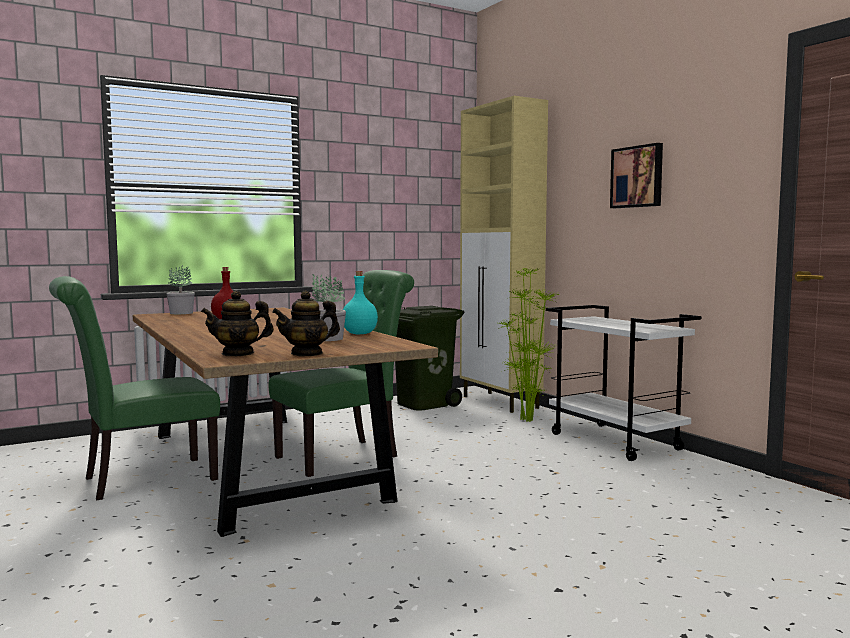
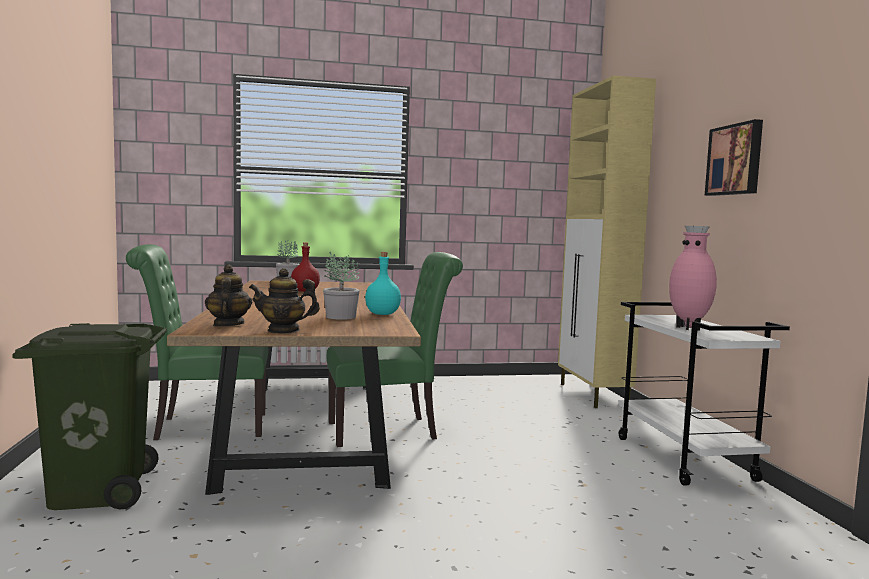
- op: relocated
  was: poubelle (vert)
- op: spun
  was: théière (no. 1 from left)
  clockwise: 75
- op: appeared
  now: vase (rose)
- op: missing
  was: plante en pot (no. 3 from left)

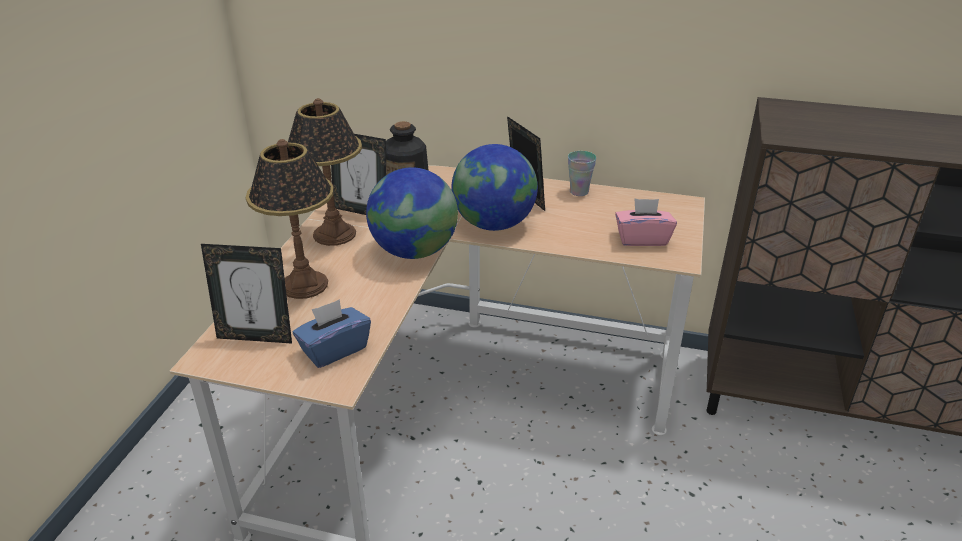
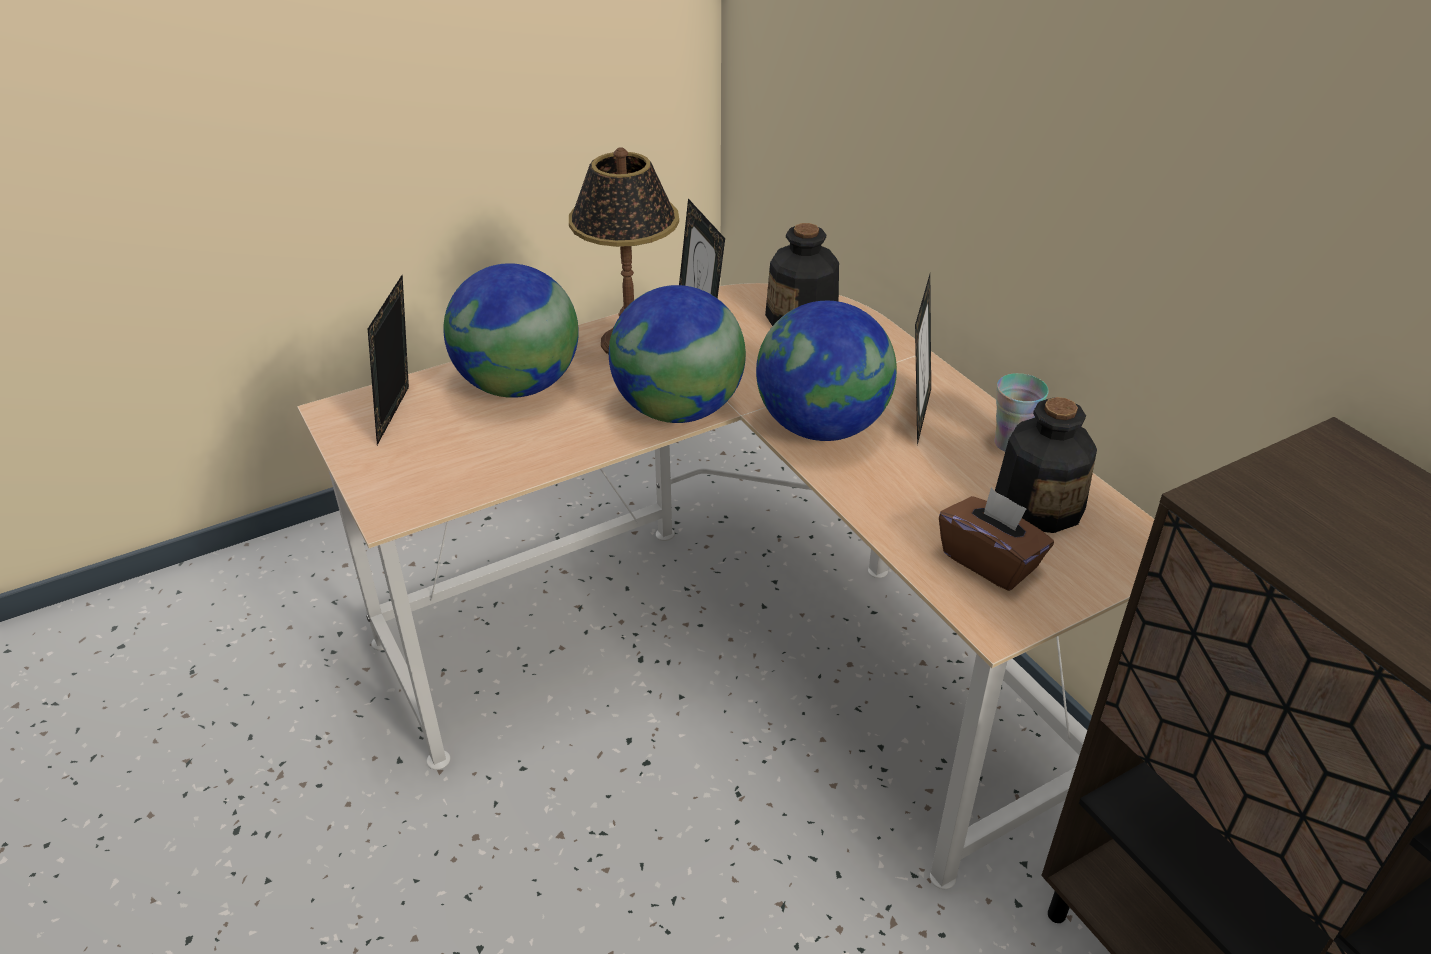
- op: spun
  was: cadre photo (no. 1 from left)
  clockwise: 45
- op: exchanged
  was: lampe de table (no. 1 from left)
  now: globe (no. 1 from left)
- op: colour
  was: boîte à mouchoirs (rose)
  now: boîte à mouchoirs (marron)
- op: appeared
  now: bouteille (no. 2 from left)
- op: missing
  was: boîte à mouchoirs (bleu)

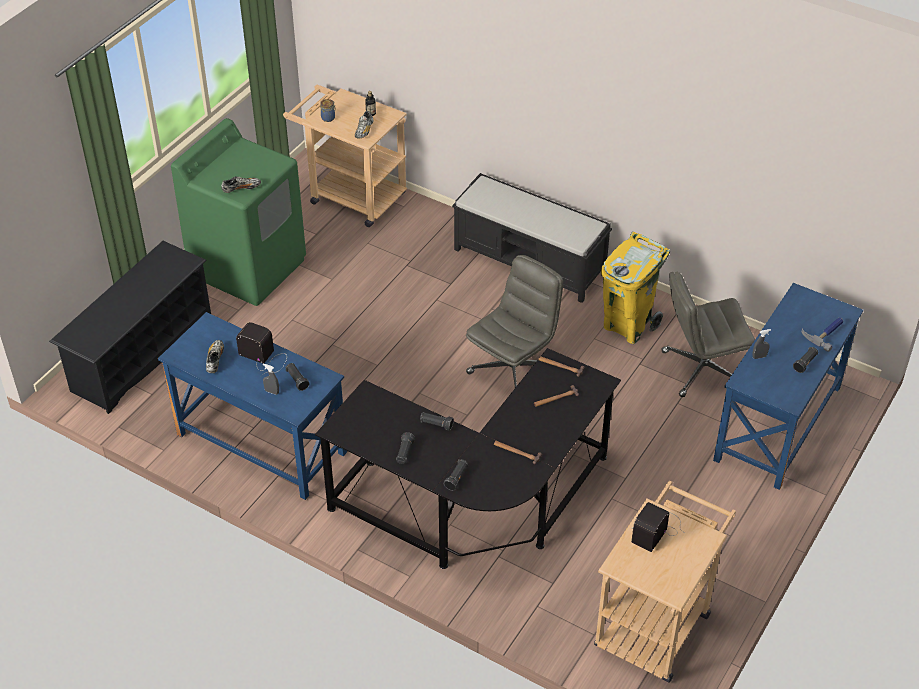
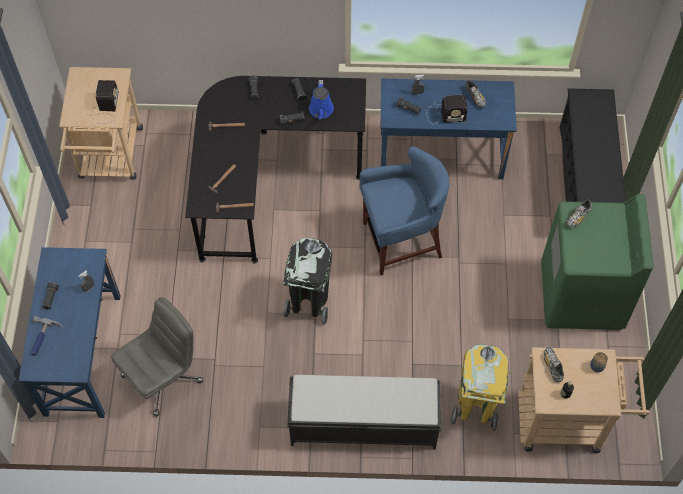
- op: exchanged
  was: chaise de bureau (gris) (no. 1 from left)
  now: poubelle (noir)
- op: appeared
  now: arrosoir (bleu)
- op: appeared
  now: tabouret (bleu)
- op: relocated
  was: poubelle (jaune)

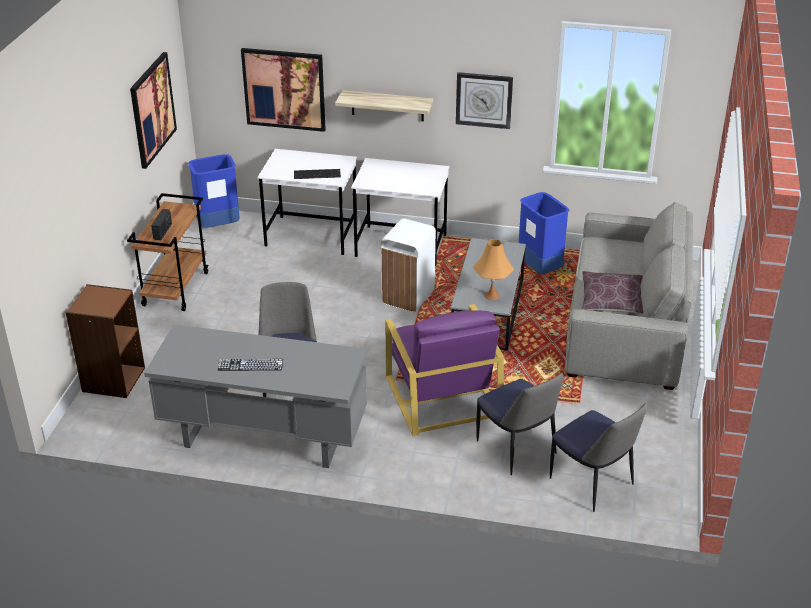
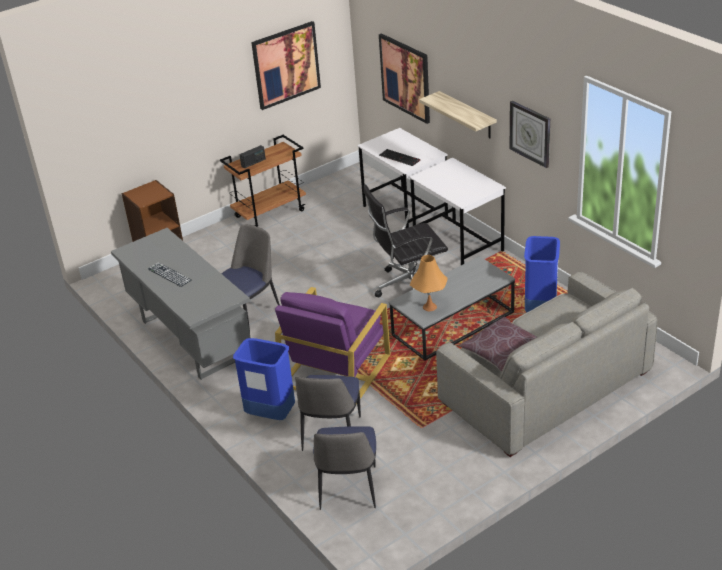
- op: relocated
  was: poubelle (bleu) (no. 1 from left)
- op: exchanged
  was: poubelle (blanc)
  now: chaise de bureau (noir)

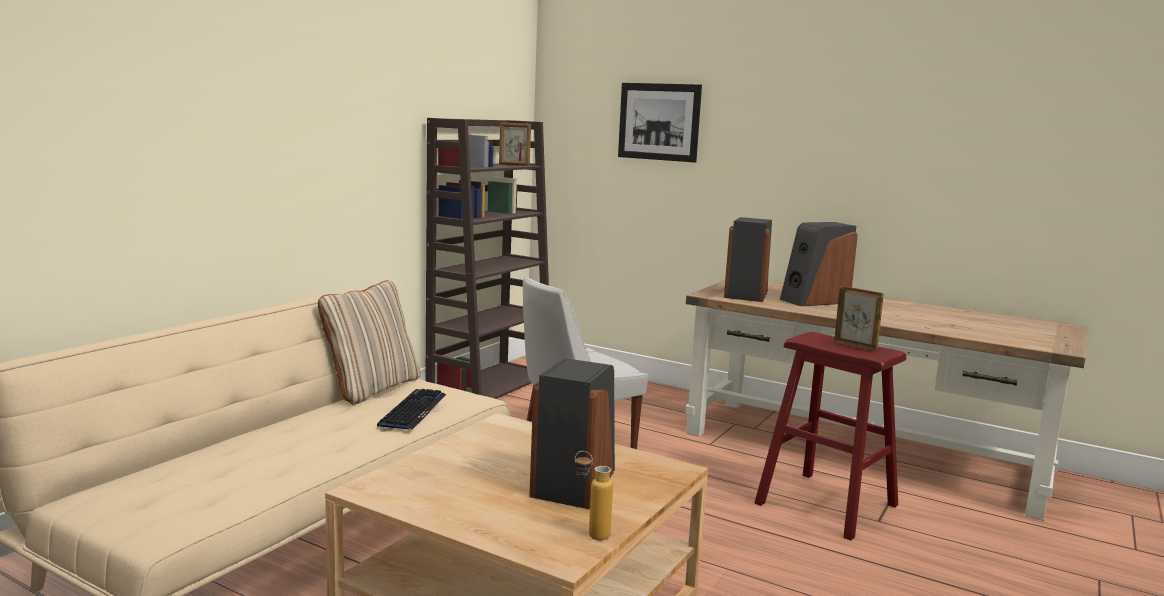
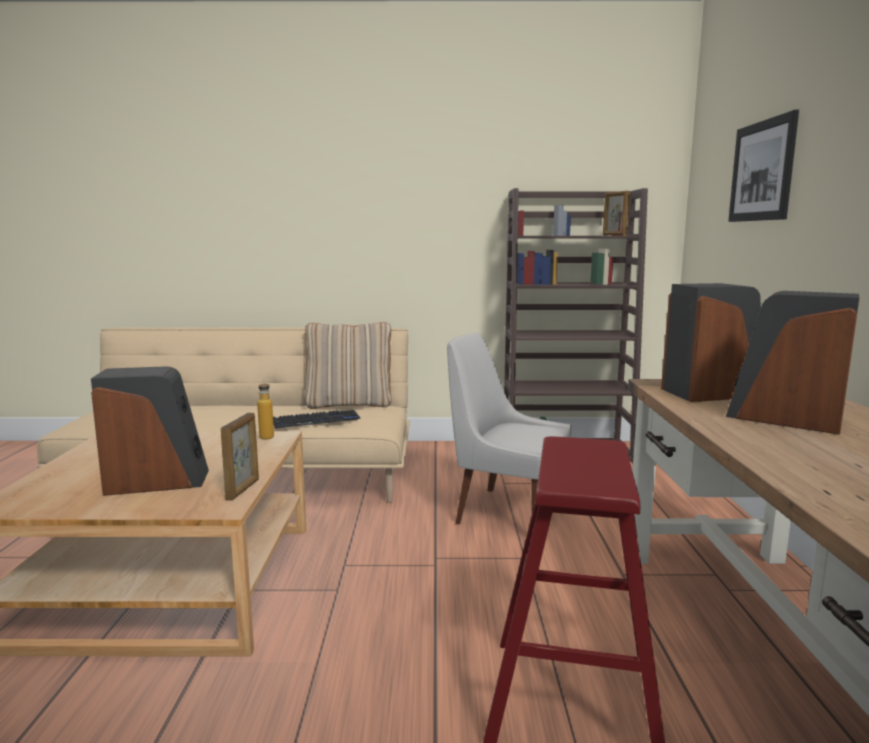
- op: relocated
  was: cadre photo (no. 2 from left in the first image)
  now: cadre photo (no. 1 from left)
- op: relocated
  was: bouteille

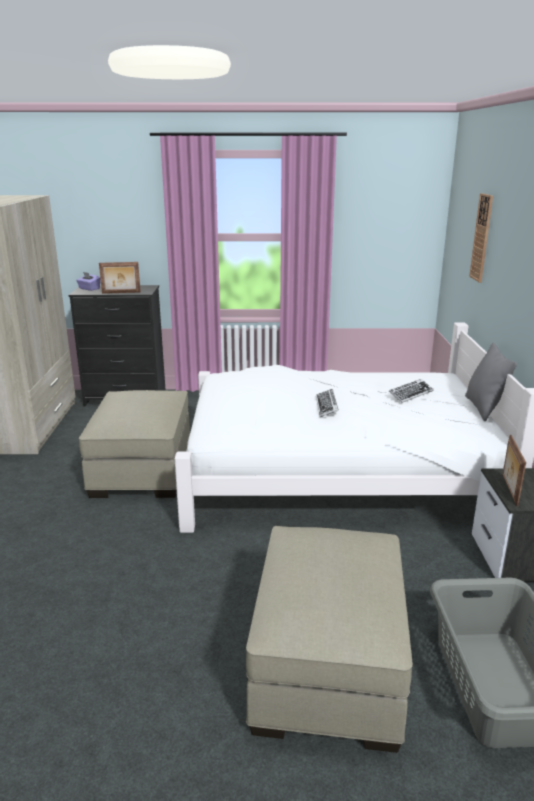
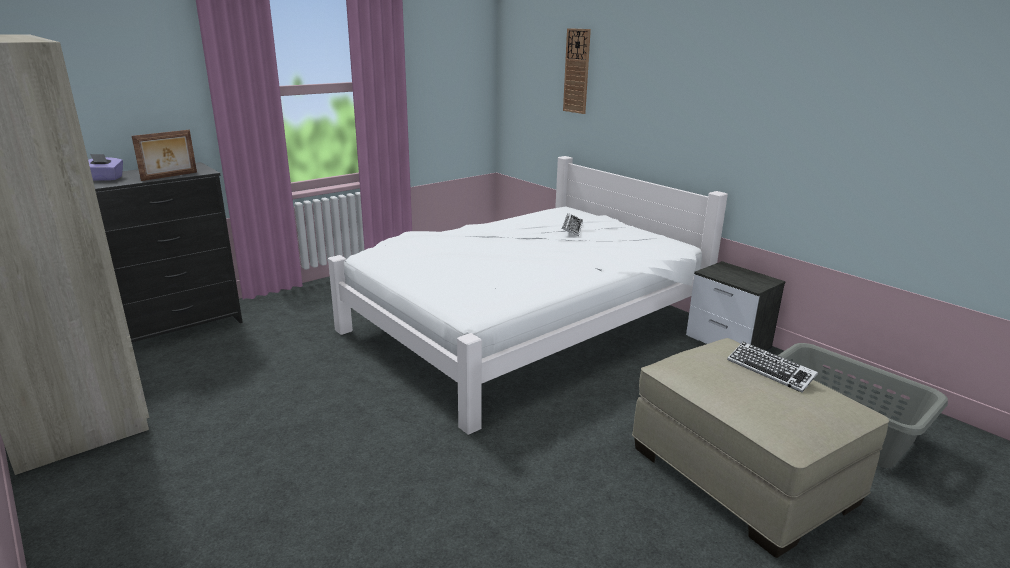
- op: relocated
  was: clavier (no. 1 from left in the first image)
  now: clavier (no. 2 from left)
- op: missing
  was: pouf (beige) (no. 1 from left)
- op: missing
  was: coussin (gris)
- op: missing
  was: cadre photo (no. 2 from left)

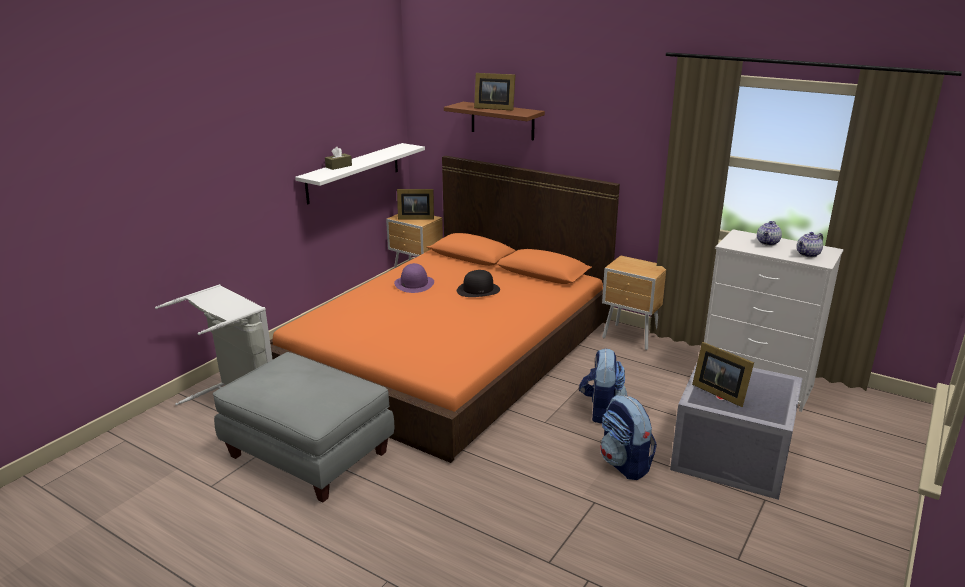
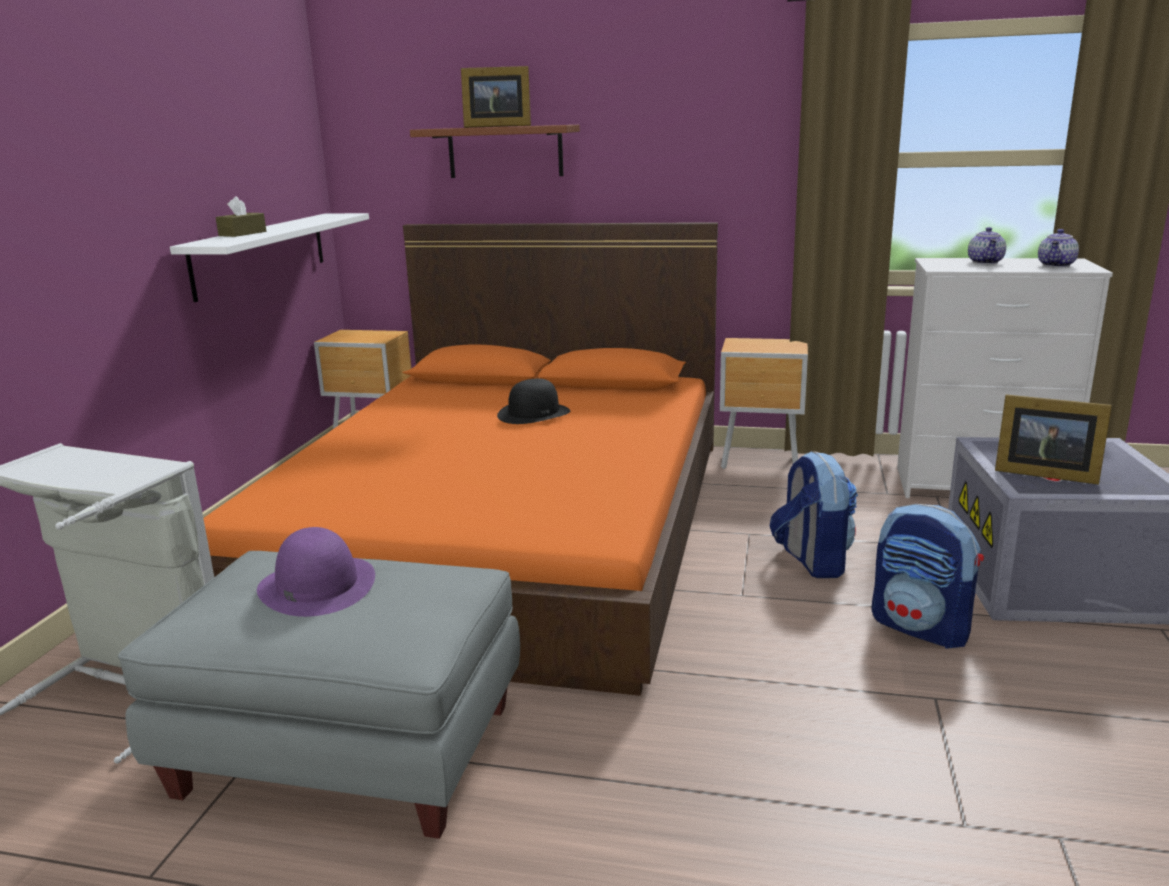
- op: relocated
  was: chapeau (violet)
- op: missing
  was: cadre photo (no. 1 from left)

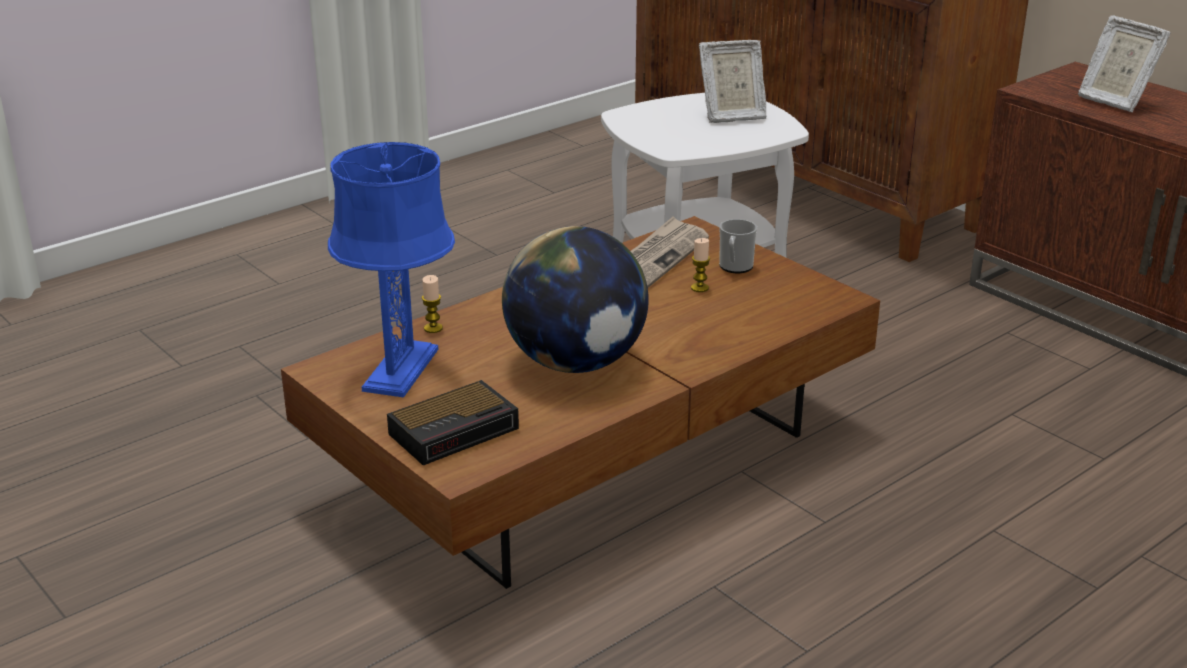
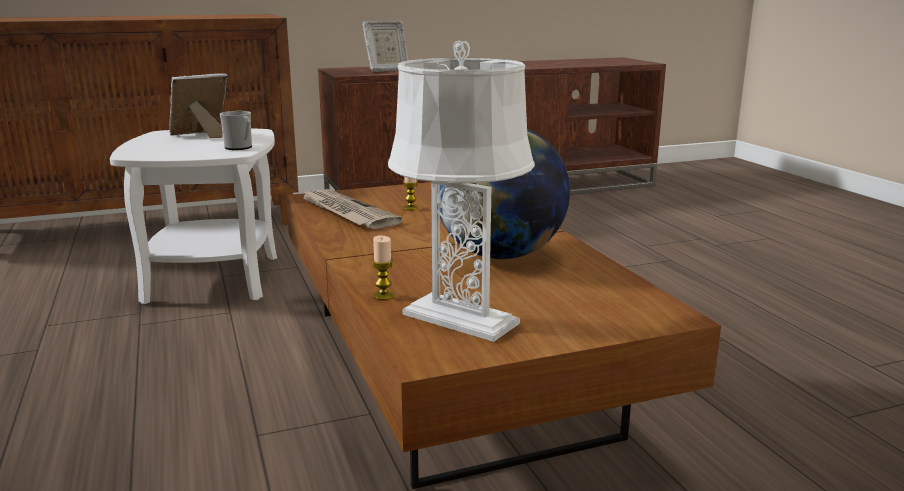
- op: spun
  was: cadre photo (no. 1 from left)
  clockwise: -135
- op: relocated
  was: mug
- op: colour
  was: lampe de table (bleu)
  now: lampe de table (blanc)
- op: missing
  was: réveil

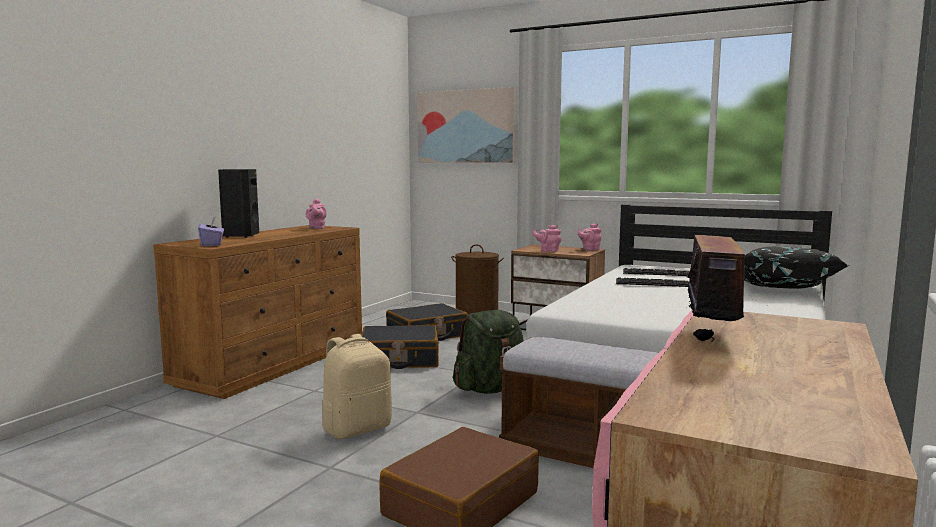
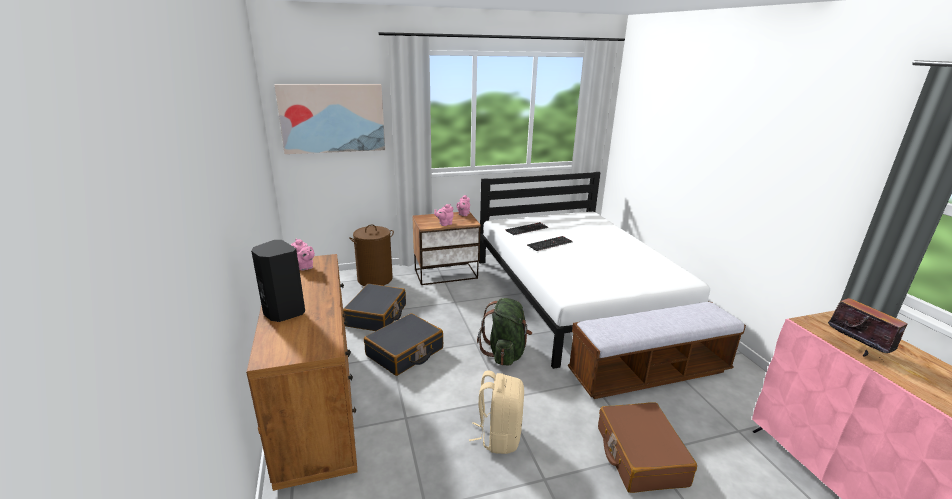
- op: missing
  was: boîte à mouchoirs (violet)
- op: missing
  was: coussin (noir)

